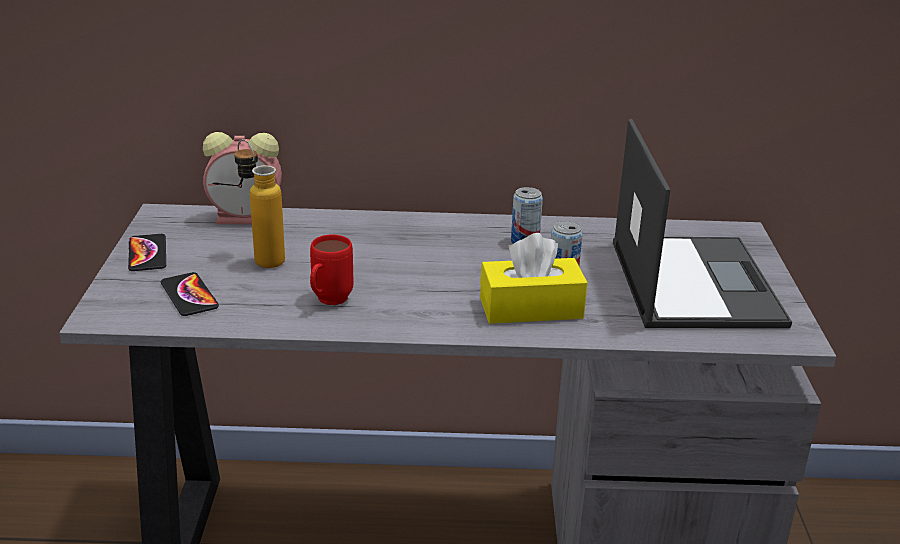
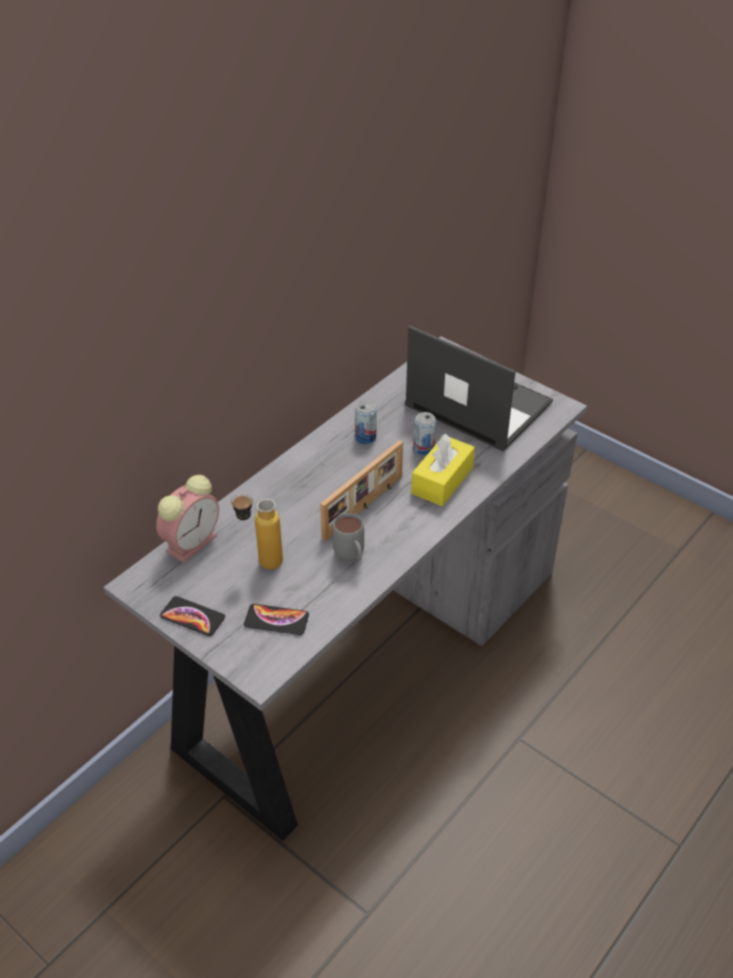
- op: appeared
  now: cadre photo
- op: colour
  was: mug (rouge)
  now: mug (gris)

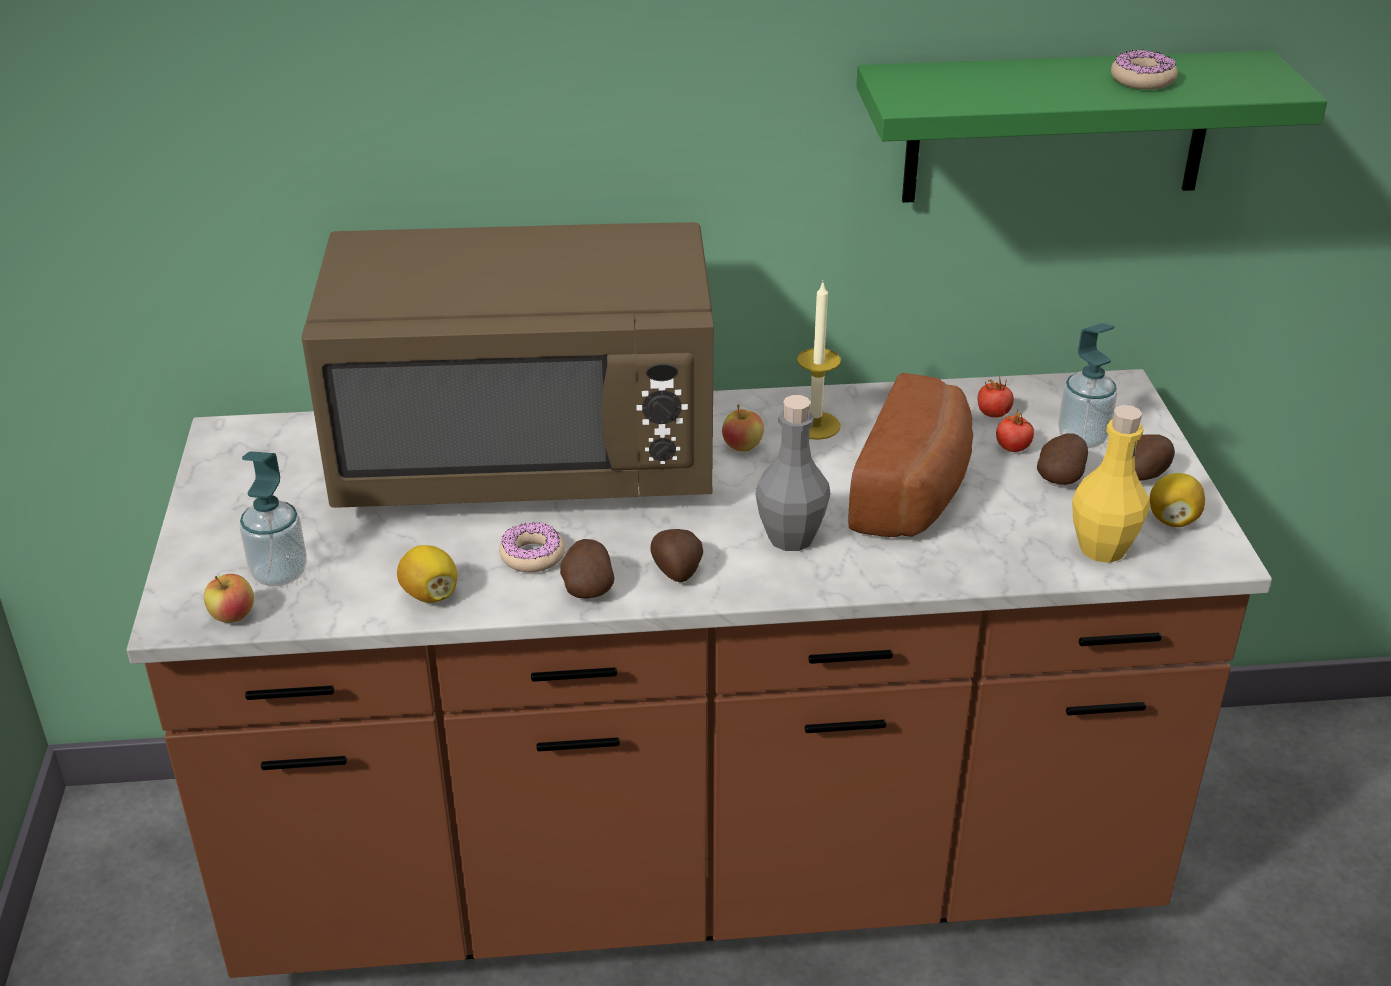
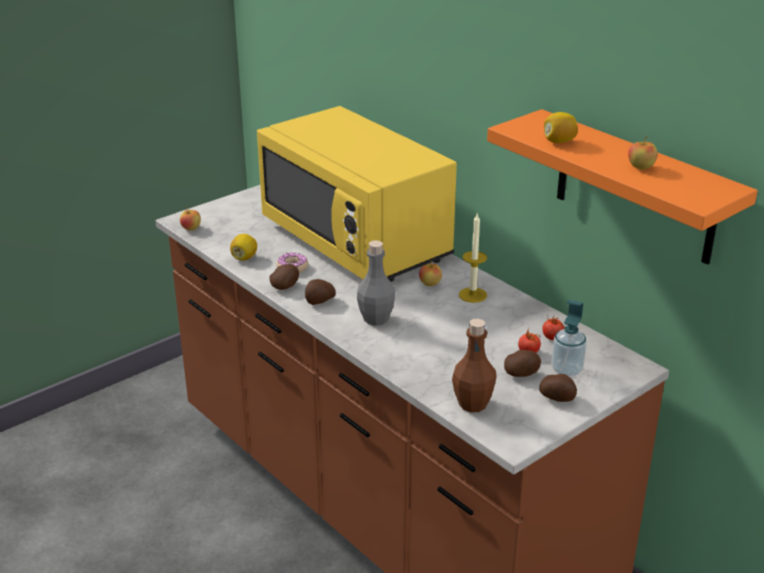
- op: colour
  was: micro-ondes (marron)
  now: micro-ondes (jaune)
- op: colour
  was: bouteille (jaune)
  now: bouteille (marron)
- op: colour
  was: étagère (vert)
  now: étagère (orange)
- op: relocated
  was: citron (no. 2 from left)
- op: exchanged
  was: beignet (no. 2 from left)
  now: pomme (no. 3 from left)
- op: missing
  was: distributeur de savon (no. 1 from left)
- op: missing
  was: pain

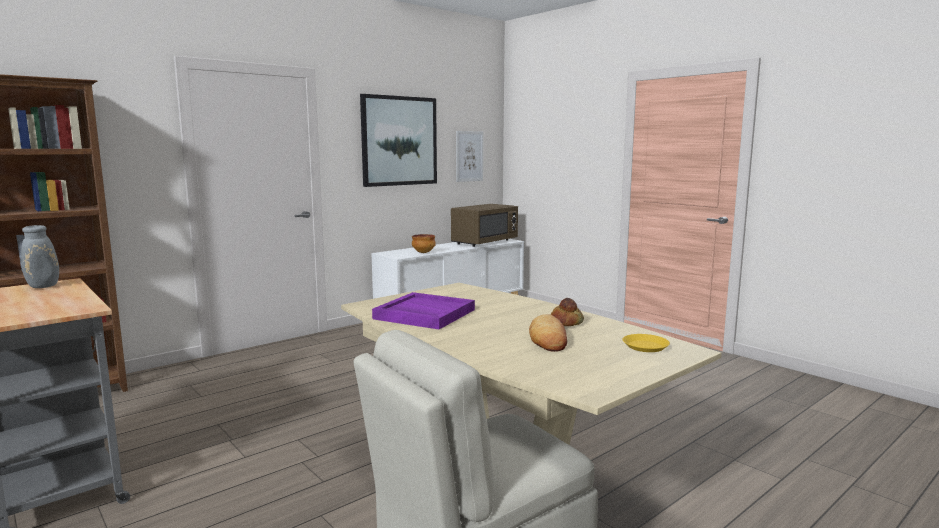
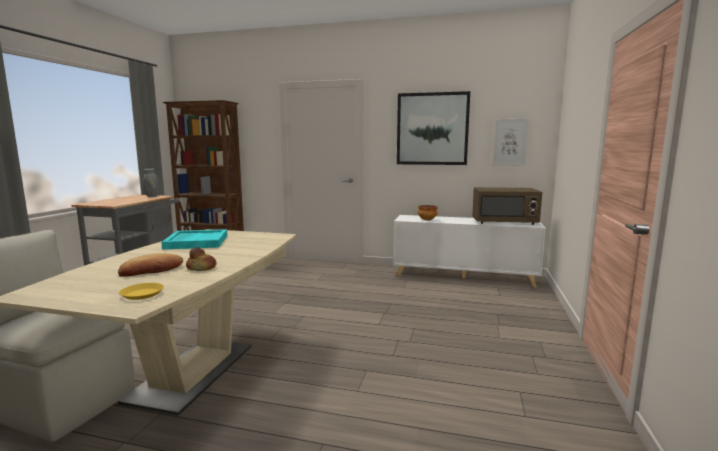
- op: colour
  was: plateau (violet)
  now: plateau (turquoise)

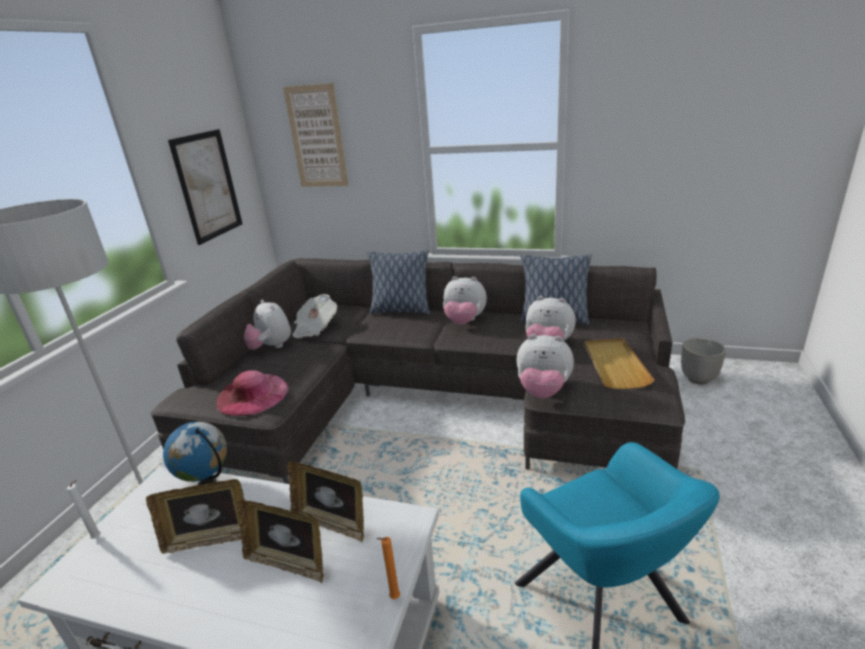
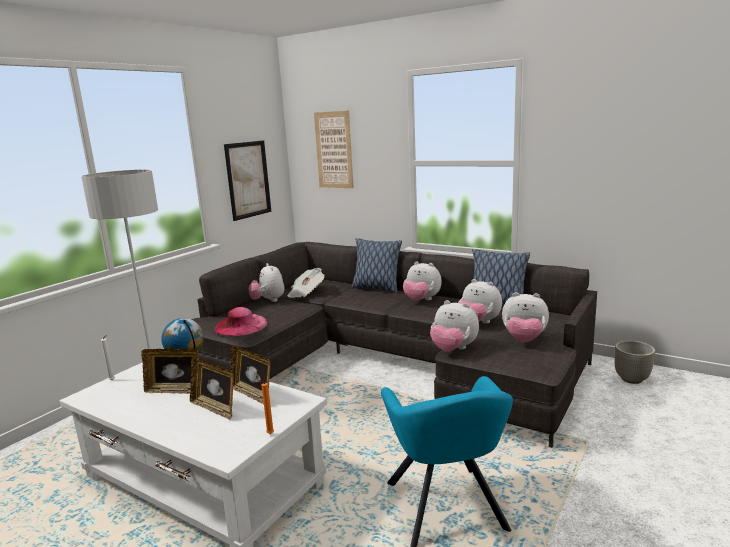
- op: exchanged
  was: plateau (beige)
  now: peluche (no. 5 from left)

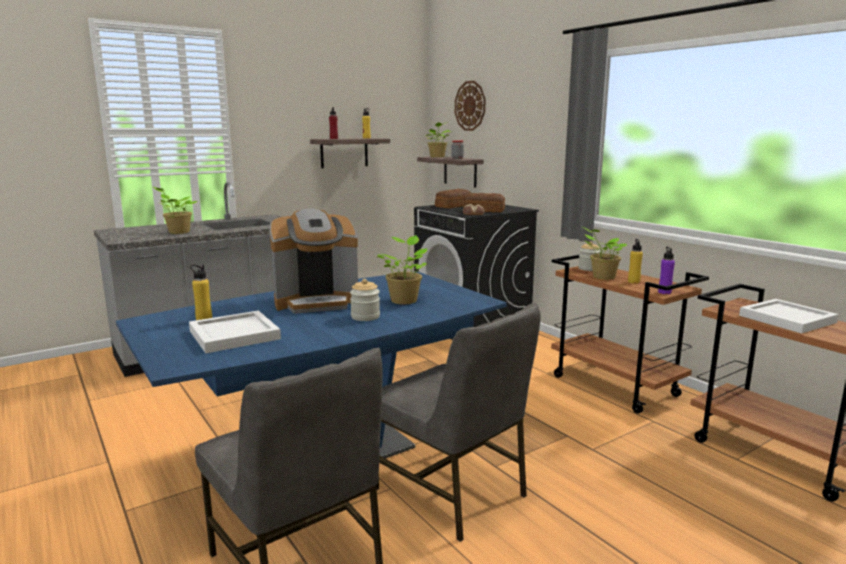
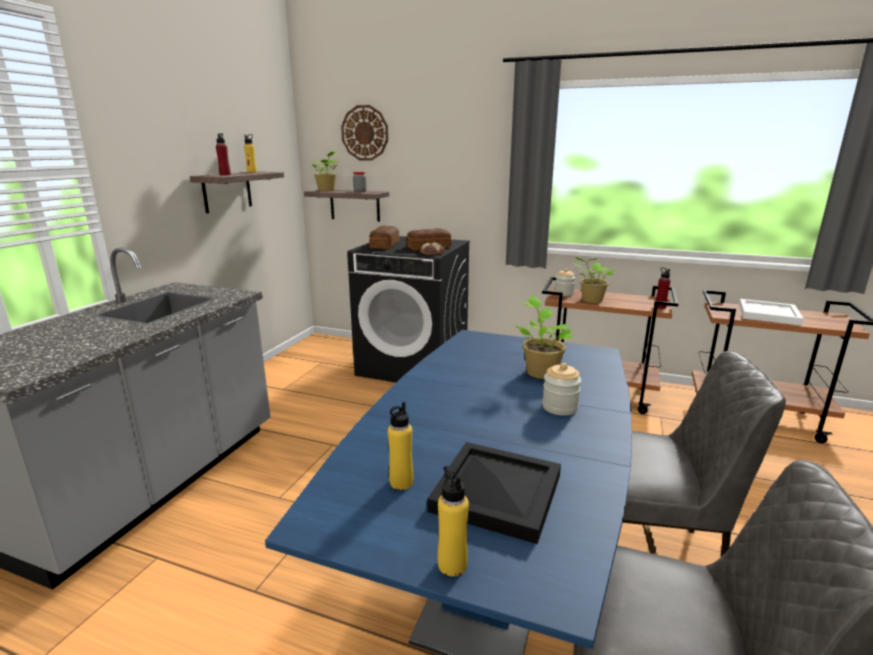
- op: colour
  was: plateau (blanc) (no. 1 from left)
  now: plateau (noir)
- op: relocated
  was: bouteille (jaune) (no. 3 from left)
- op: colour
  was: bouteille (violet)
  now: bouteille (rouge) (no. 2 from left)
- op: missing
  was: plante en pot (no. 1 from left)
- op: missing
  was: machine à café

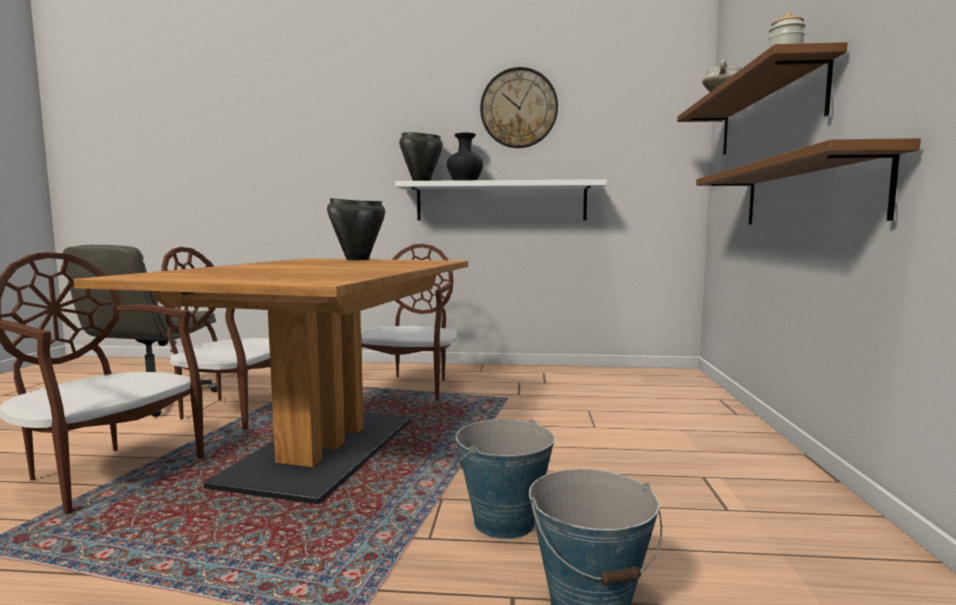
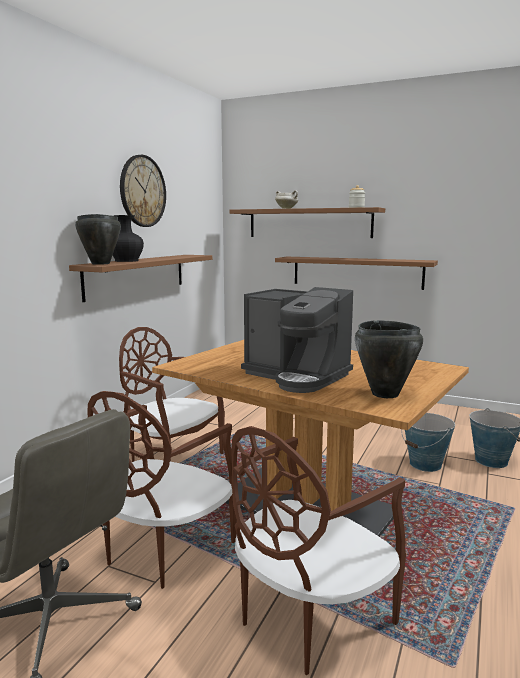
- op: colour
  was: étagère (blanc)
  now: étagère (marron) (no. 1 from left)
- op: appeared
  now: machine à café
- op: relocated
  was: marmite (noir) (no. 1 from left in the first image)
  now: marmite (noir) (no. 2 from left)

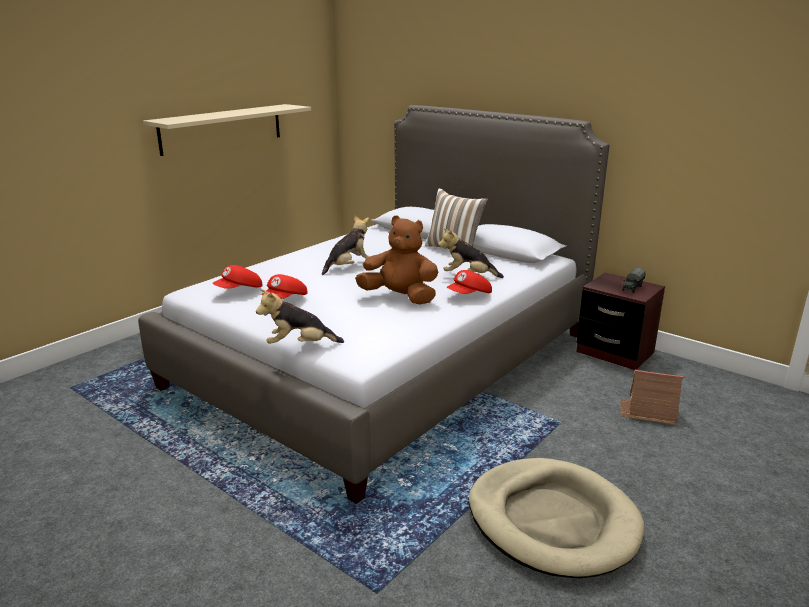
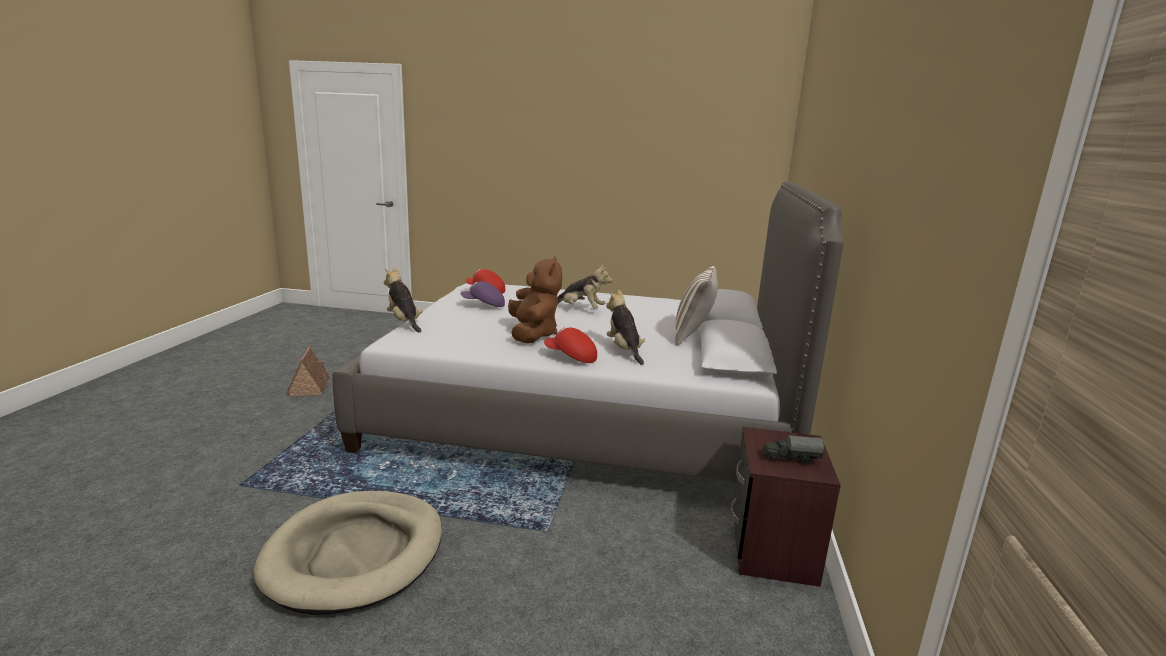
- op: relocated
  was: maison miniature
- op: colour
  was: casquette (rouge) (no. 2 from left)
  now: casquette (violet)
- op: missing
  was: étagère (beige)

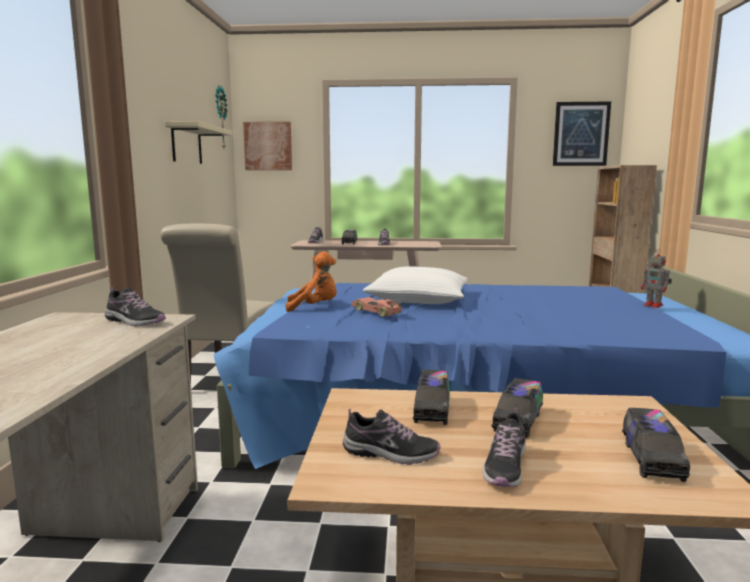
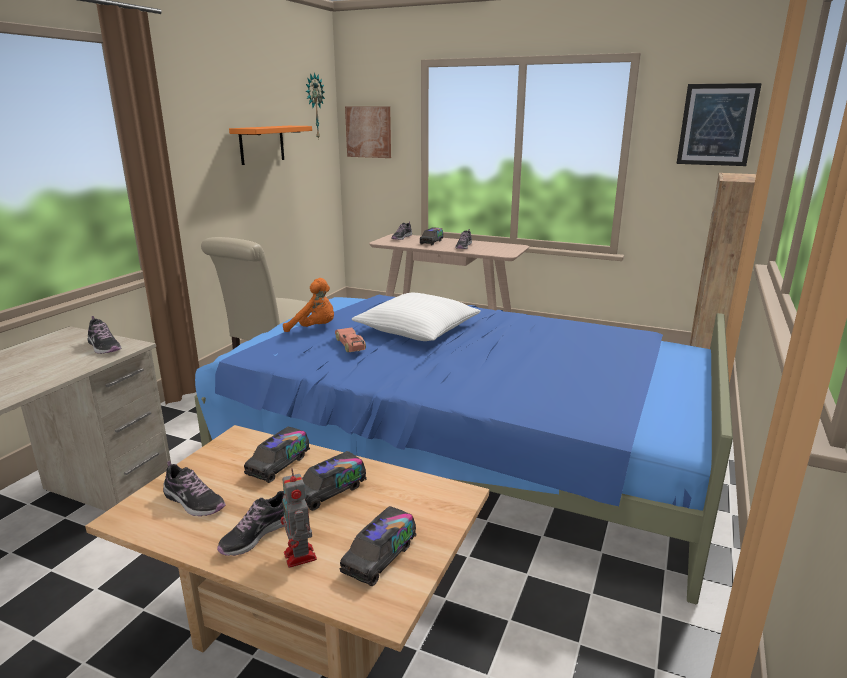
- op: colour
  was: étagère (beige)
  now: étagère (orange)
- op: relocated
  was: robot jouet

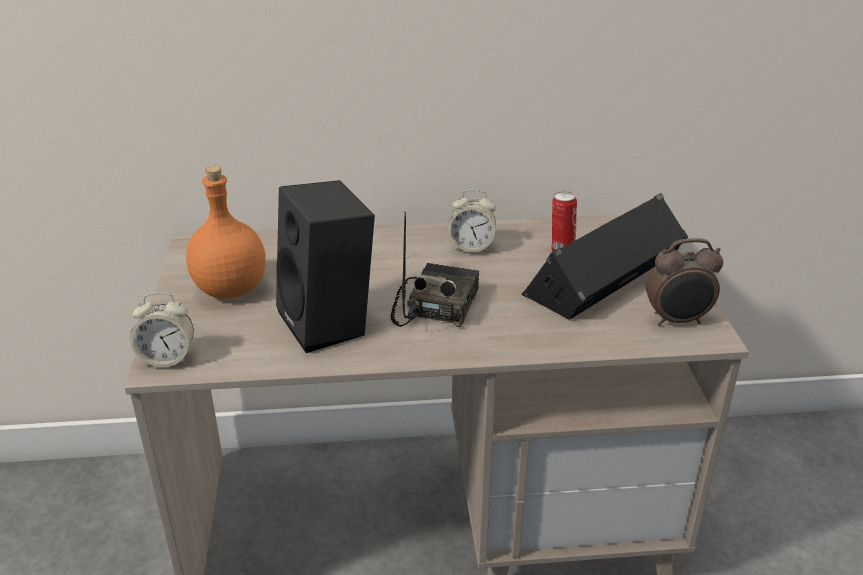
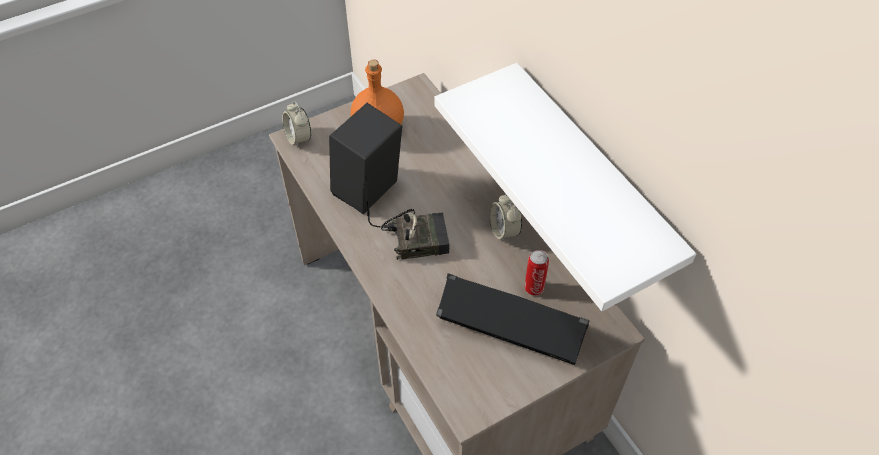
- op: appeared
  now: étagère (blanc)
- op: missing
  was: réveil (no. 3 from left)

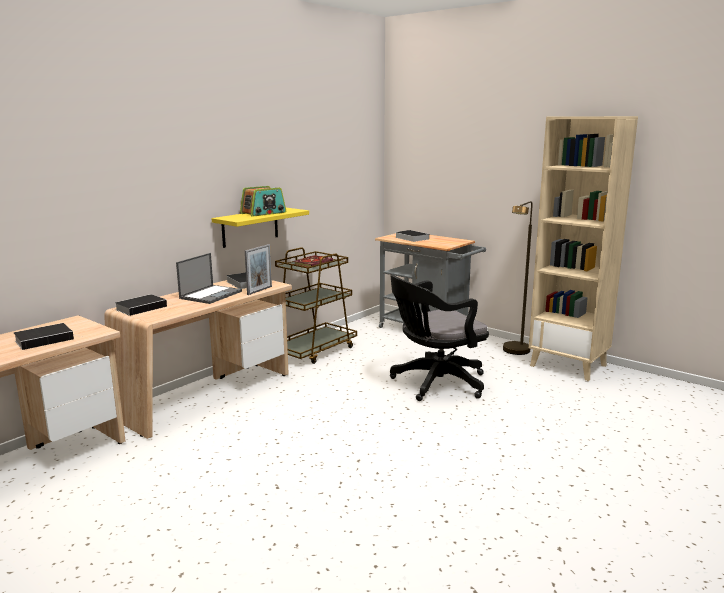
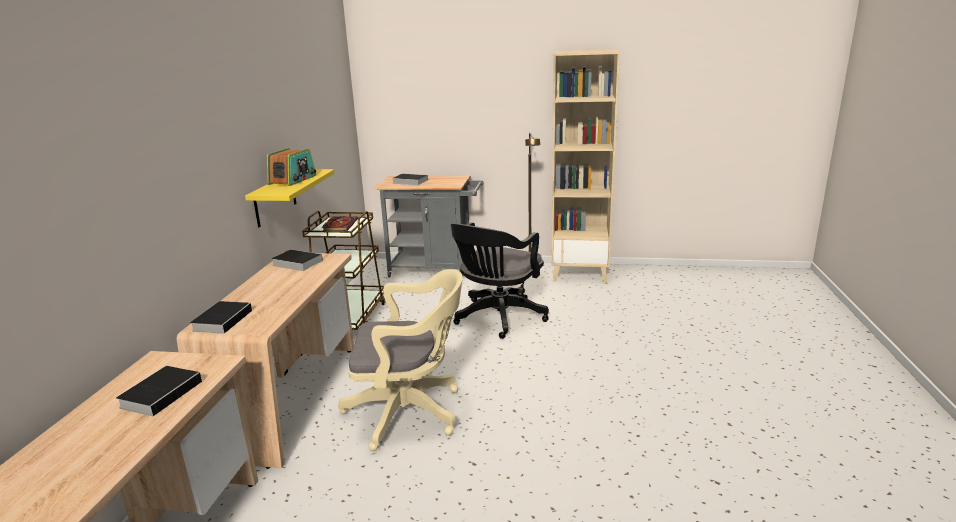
- op: appeared
  now: chaise de bureau (beige)
- op: missing
  was: ordinateur portable
- op: missing
  was: cadre photo

